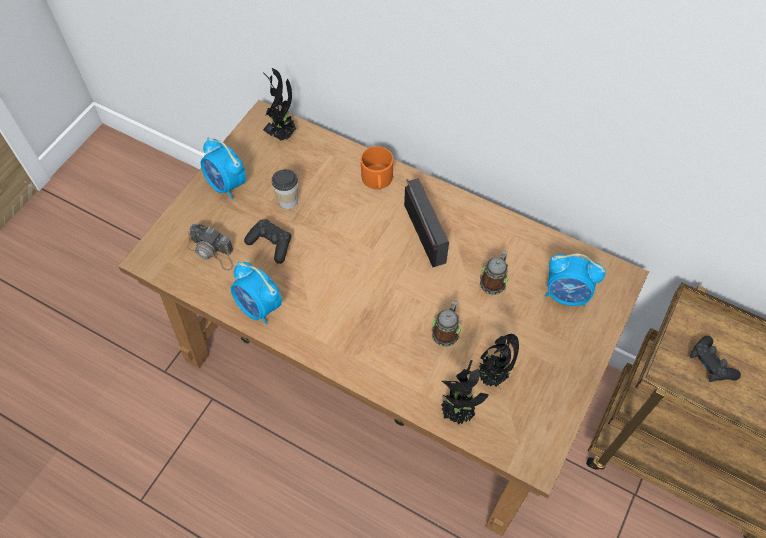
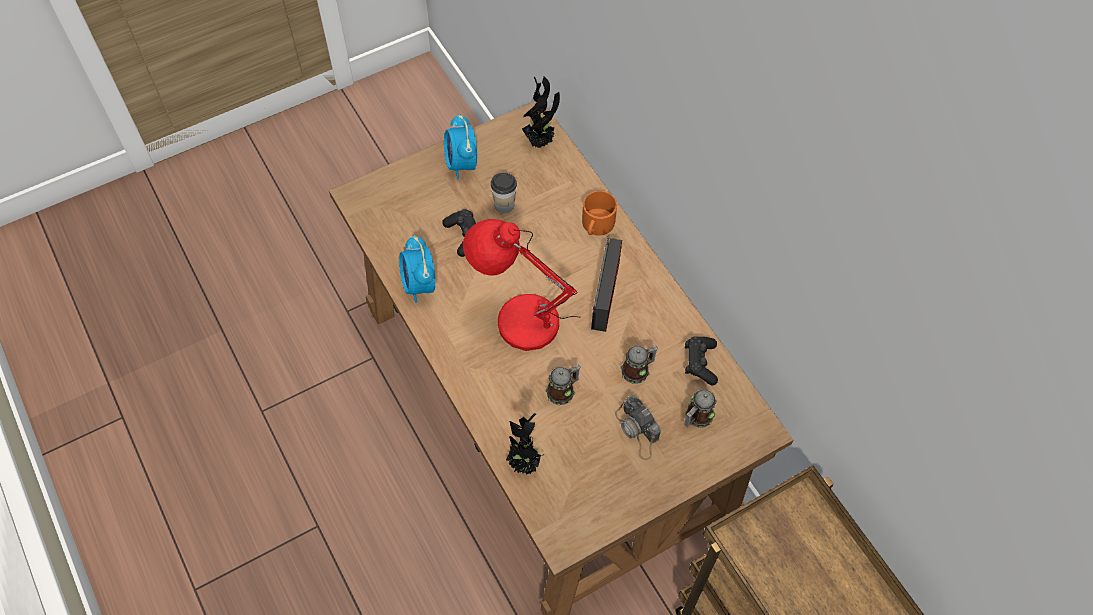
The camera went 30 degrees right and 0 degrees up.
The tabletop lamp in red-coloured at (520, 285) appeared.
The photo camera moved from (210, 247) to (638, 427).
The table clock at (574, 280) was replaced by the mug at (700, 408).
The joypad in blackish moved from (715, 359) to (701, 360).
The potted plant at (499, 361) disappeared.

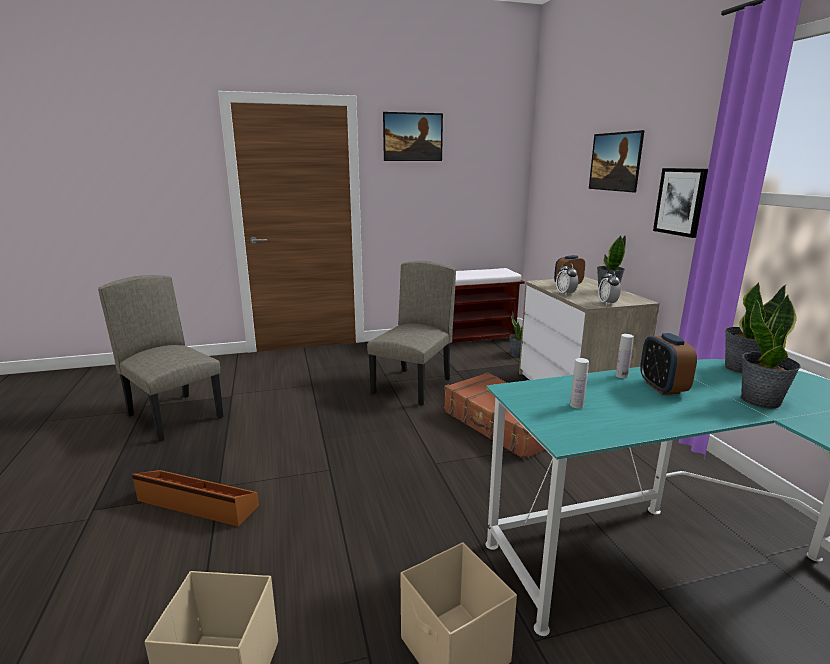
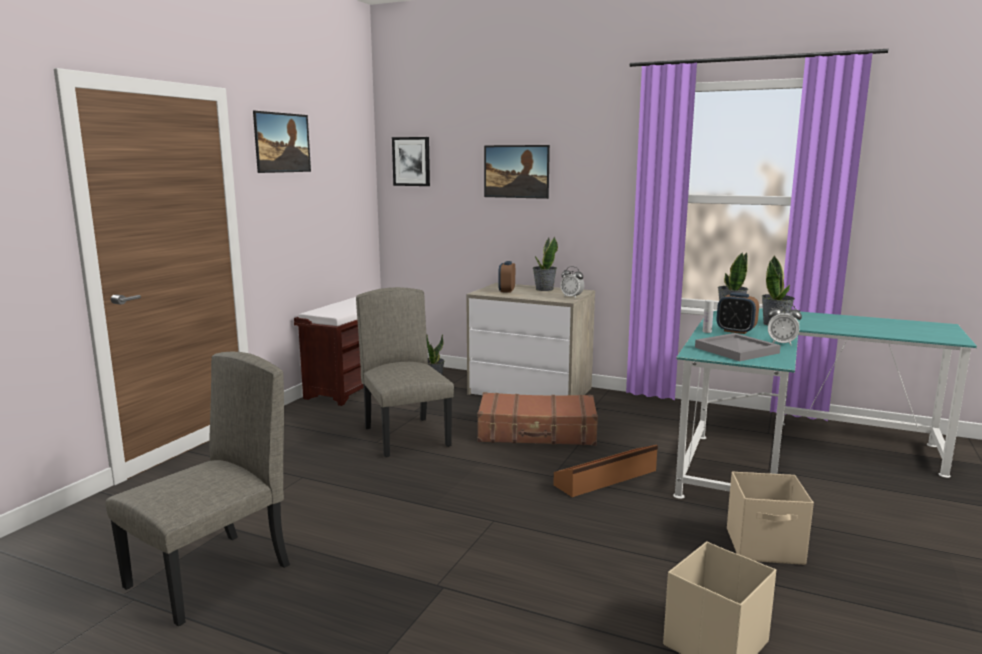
The camera went 50 degrees left and 5 degrees down.
The plain chair in beige-coloured at (161, 358) turned 135 degrees clockwise.
The picture moved from (680, 203) to (411, 161).
The storage box in brownish moved from (195, 498) to (605, 471).
The bottle in white at (579, 383) was replaced by the carrying tray in greyish at (738, 347).
The table clock moved from (567, 279) to (785, 324).

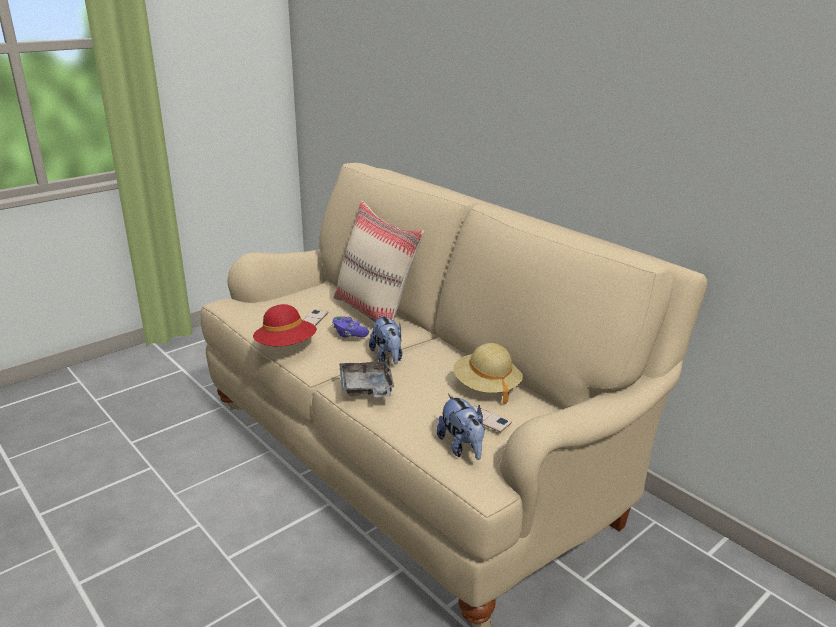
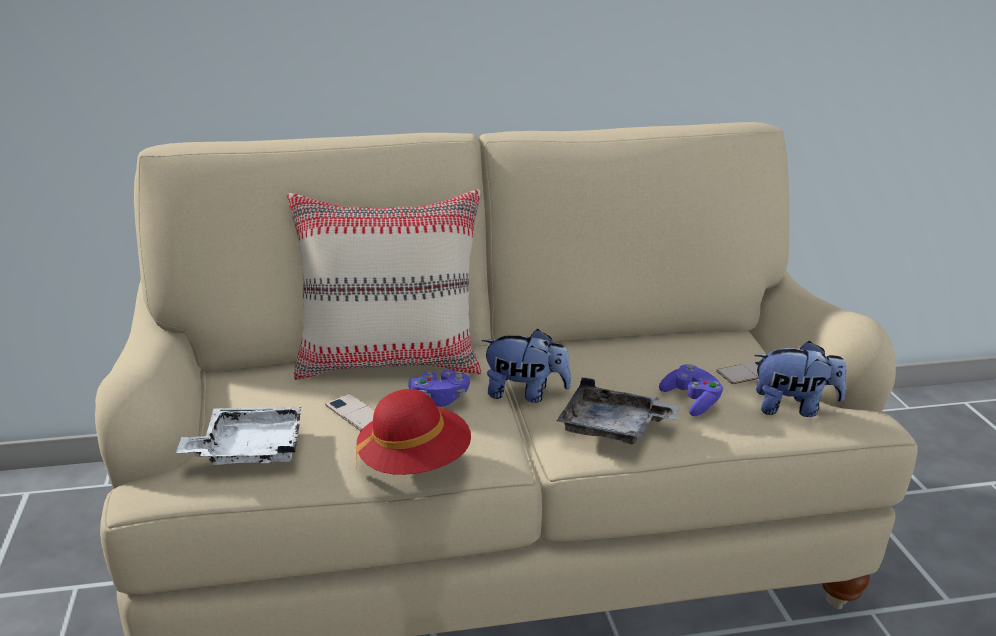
The camera went 60 degrees left and 0 degrees up.
The carrying tray in white at (238, 436) appeared.
The joypad in purple at (691, 390) appeared.
The clothing hat in beige-coloured at (488, 373) disappeared.

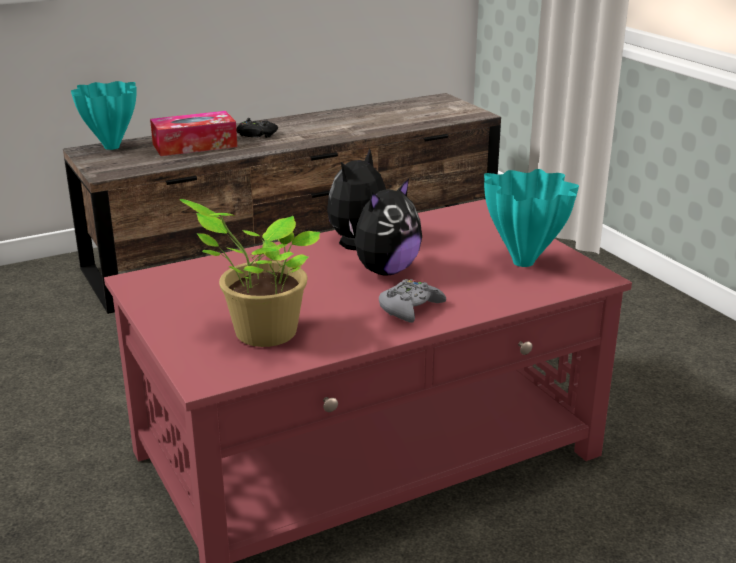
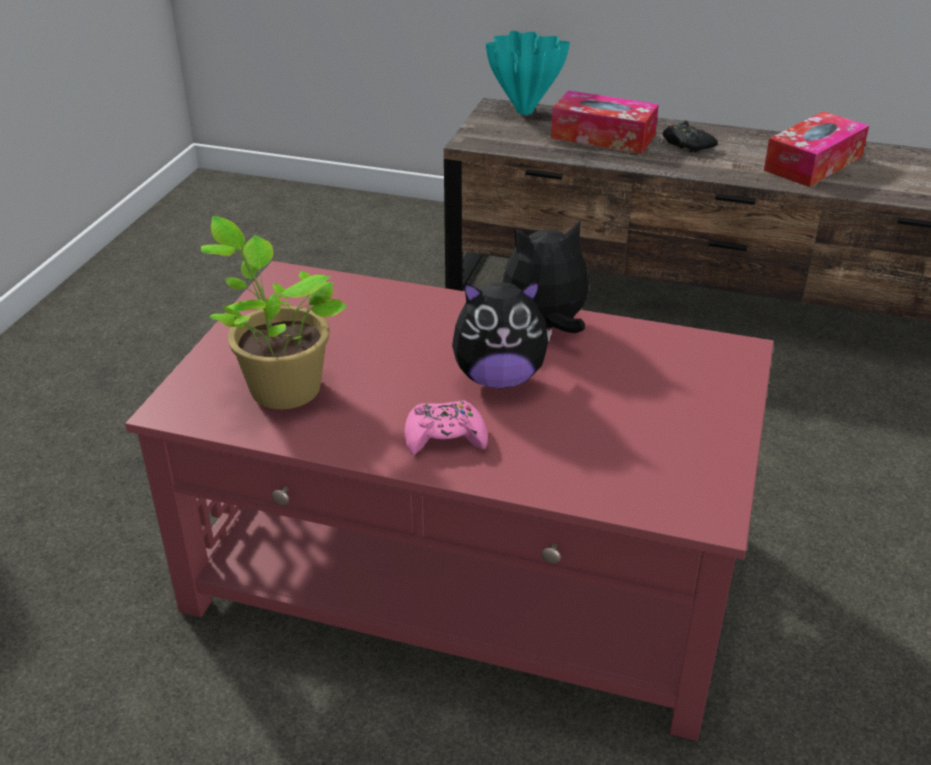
The camera went 45 degrees right and 10 degrees up.
The joypad in greyish at (412, 301) became the joypad in pink at (446, 427).
The box of tissues at (816, 149) appeared.
The vase in blue-green at (531, 218) disappeared.

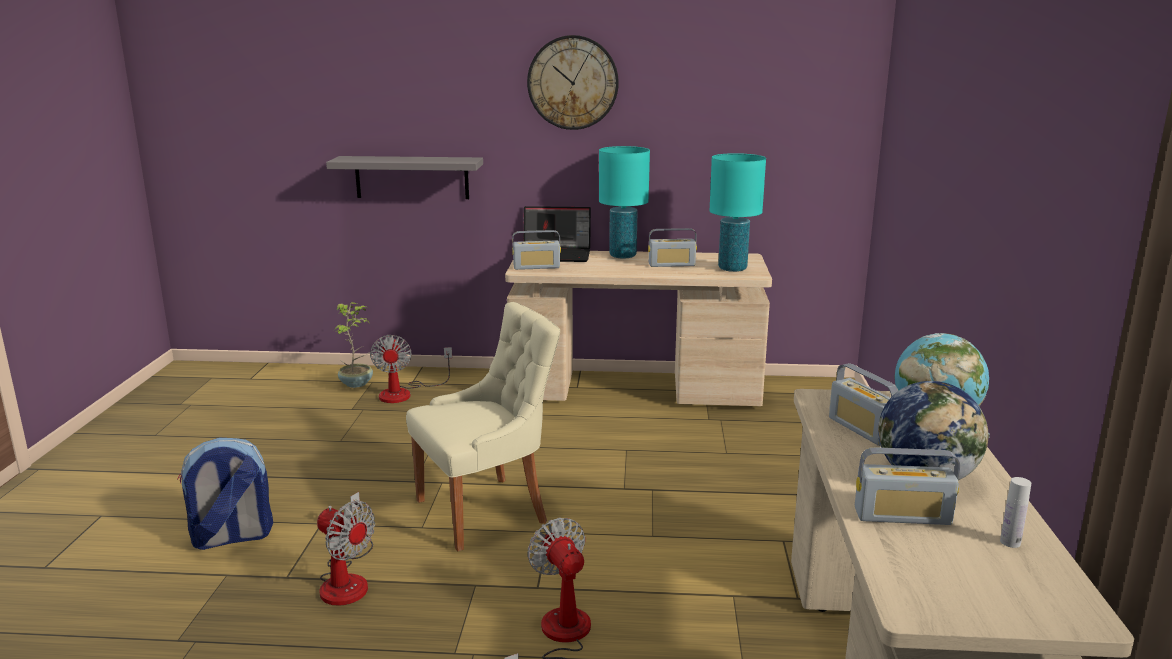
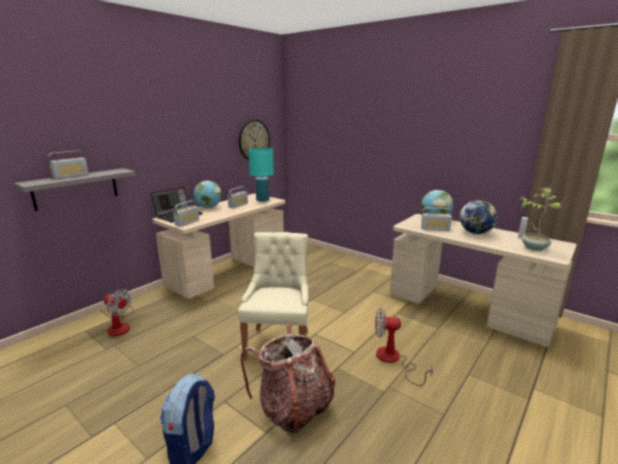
The camera went 55 degrees left and 0 degrees up.
The radio moved from (907, 486) to (68, 164).
The tabletop lamp in blue-green at (624, 202) was replaced by the desk globe at (208, 194).
The wall clock moved from (573, 82) to (254, 140).
The electric fan at (346, 549) was replaced by the rucksack at (287, 377).
The potted plant moved from (353, 345) to (541, 218).

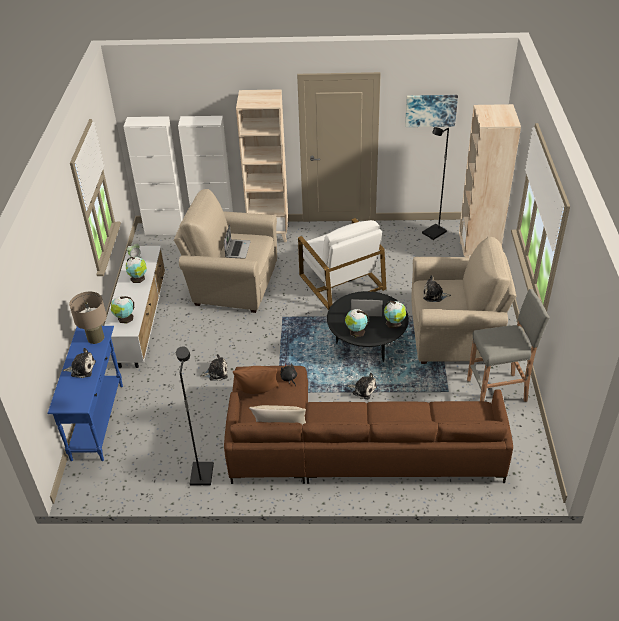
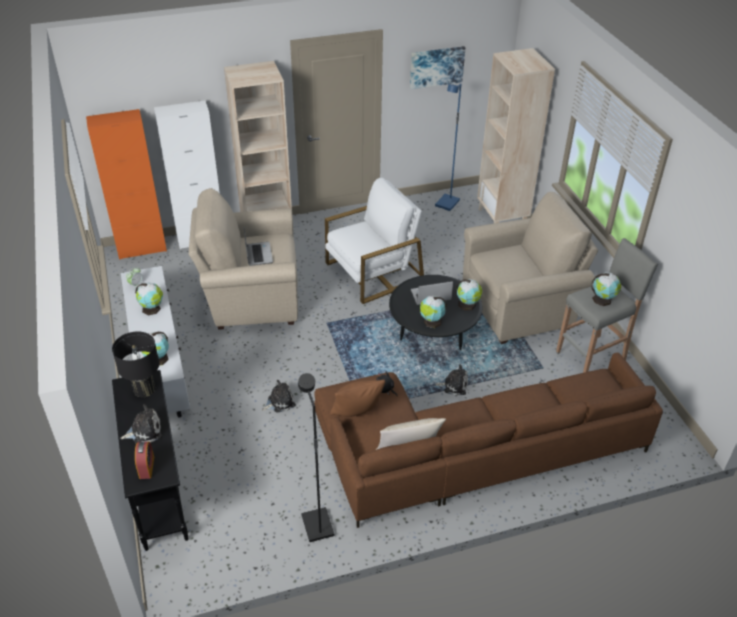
The camera went 20 degrees left and 0 degrees up.
The cupboard in white at (153, 176) became the cupboard in orangey at (126, 184).
The tabletop lamp in beige-coloured at (88, 318) became the tabletop lamp in blackish at (136, 364).
The narrow table in bluish at (85, 393) became the narrow table in blackish at (150, 460).
The table clock at (144, 460) appeared.
The armchair in white at (342, 264) turned 75 degrees counterclockwise.
The standing lamp in blackish at (435, 183) became the standing lamp in bluish at (448, 147).
The desk globe at (606, 289) appeared.
The soft toy at (437, 288) disappeared.

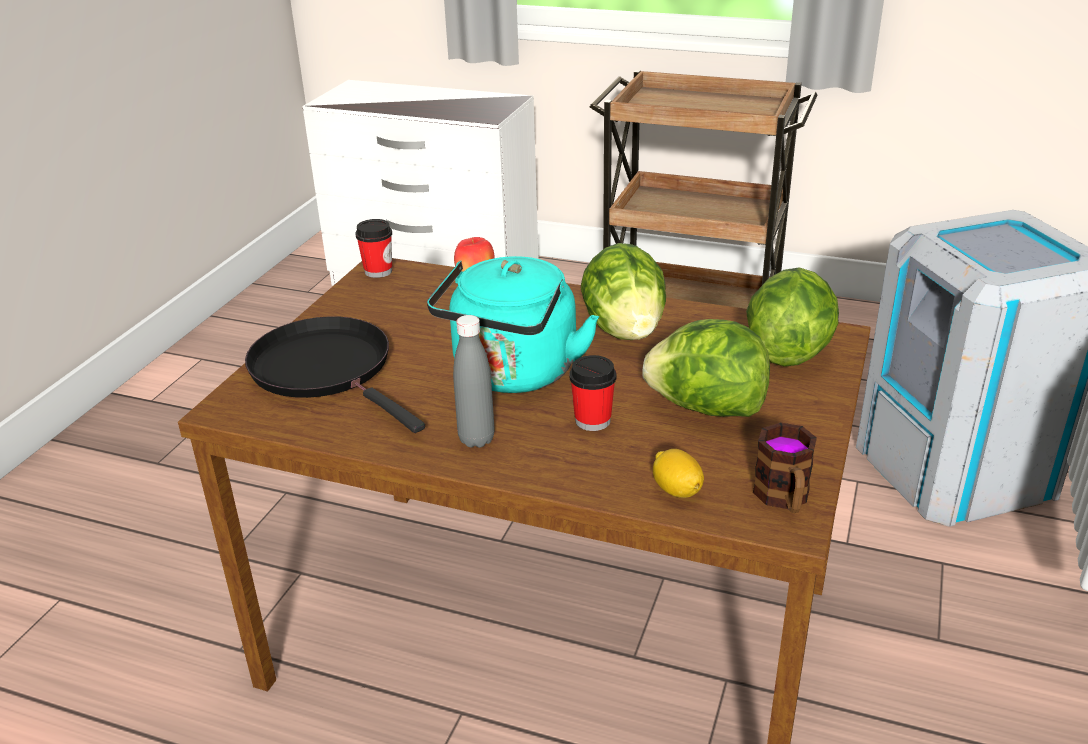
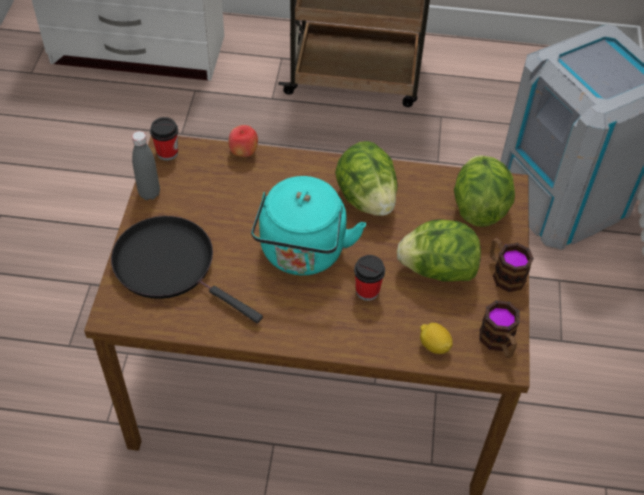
The camera went 15 degrees left and 20 degrees up.
The bottle in greyish moved from (474, 381) to (146, 165).
The mug at (512, 265) appeared.

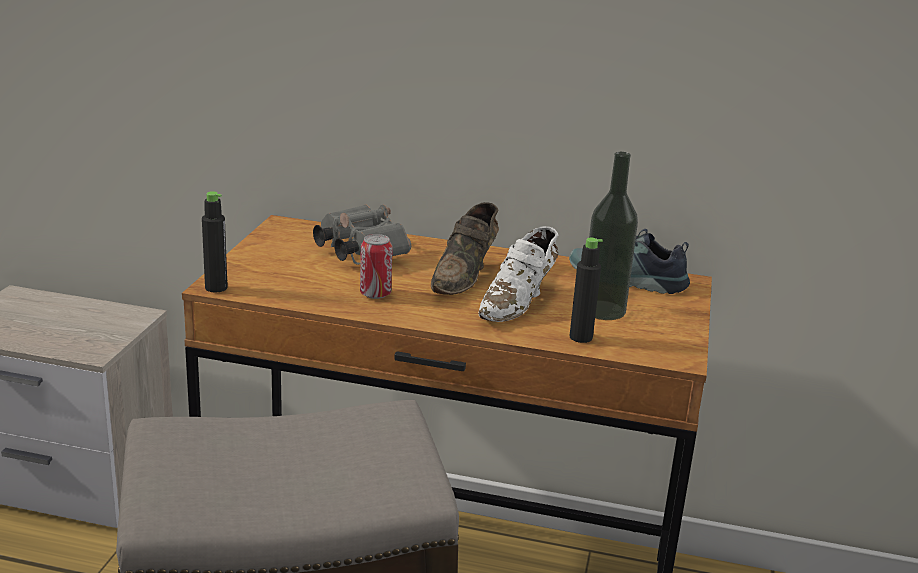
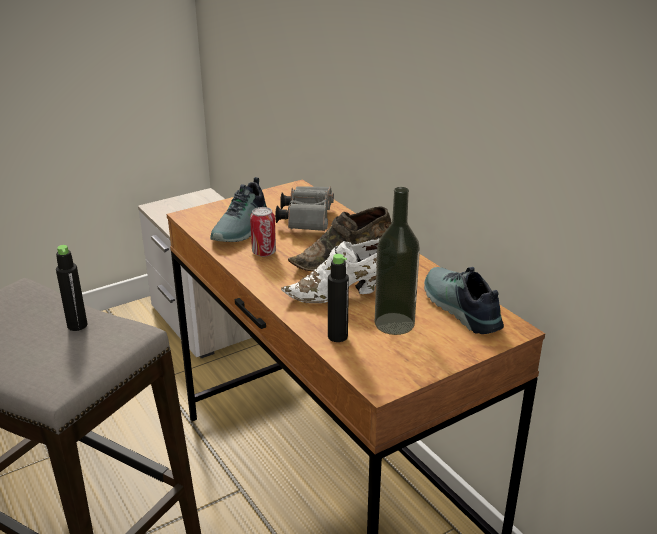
The camera went 45 degrees right and 5 degrees up.
The bottle in blackish moved from (215, 241) to (71, 288).
The item of footwear at (238, 209) appeared.

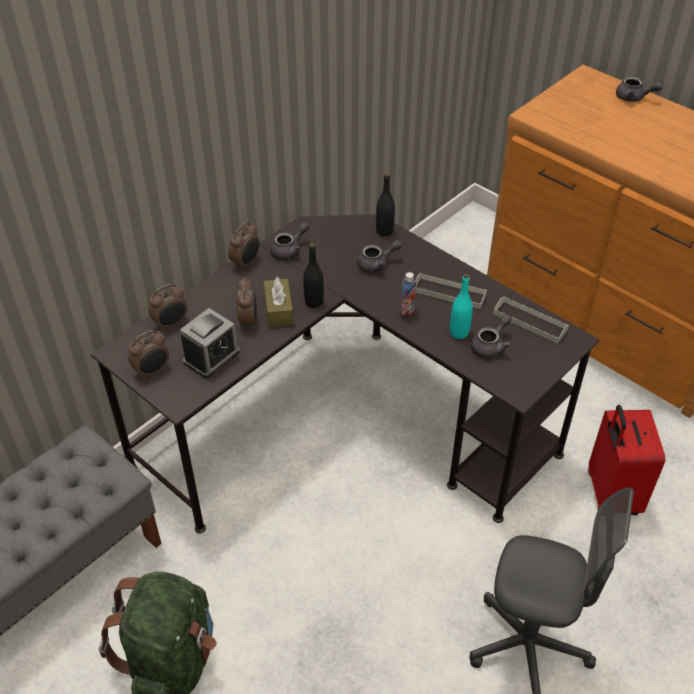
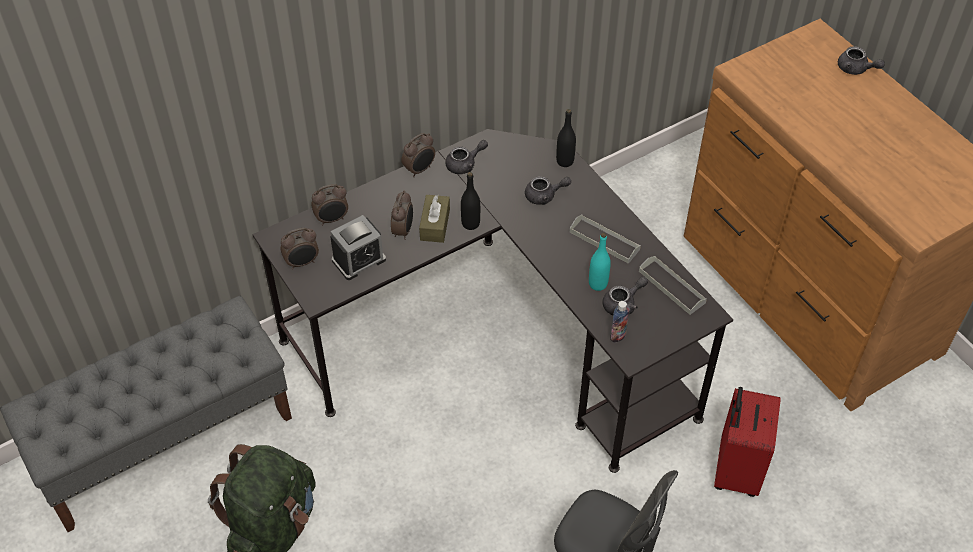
The camera went 15 degrees right and 5 degrees up.
The bottle moved from (408, 295) to (620, 322).

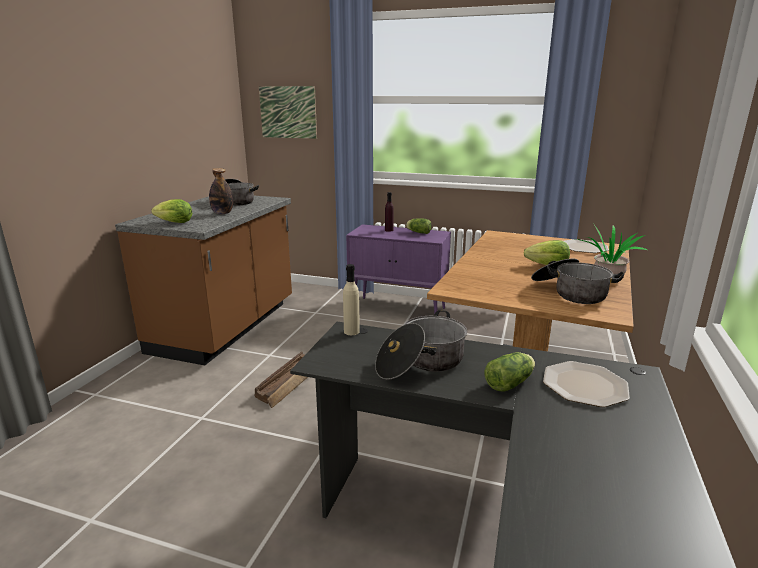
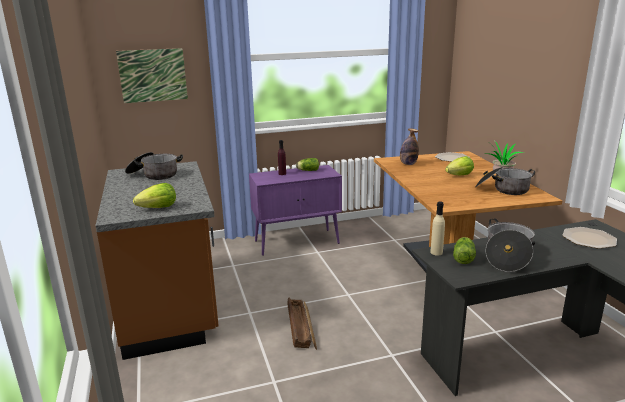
The camera went 35 degrees left and 0 degrees up.
The bottle moved from (221, 191) to (409, 146).
The lettuce head moved from (509, 372) to (464, 250).

